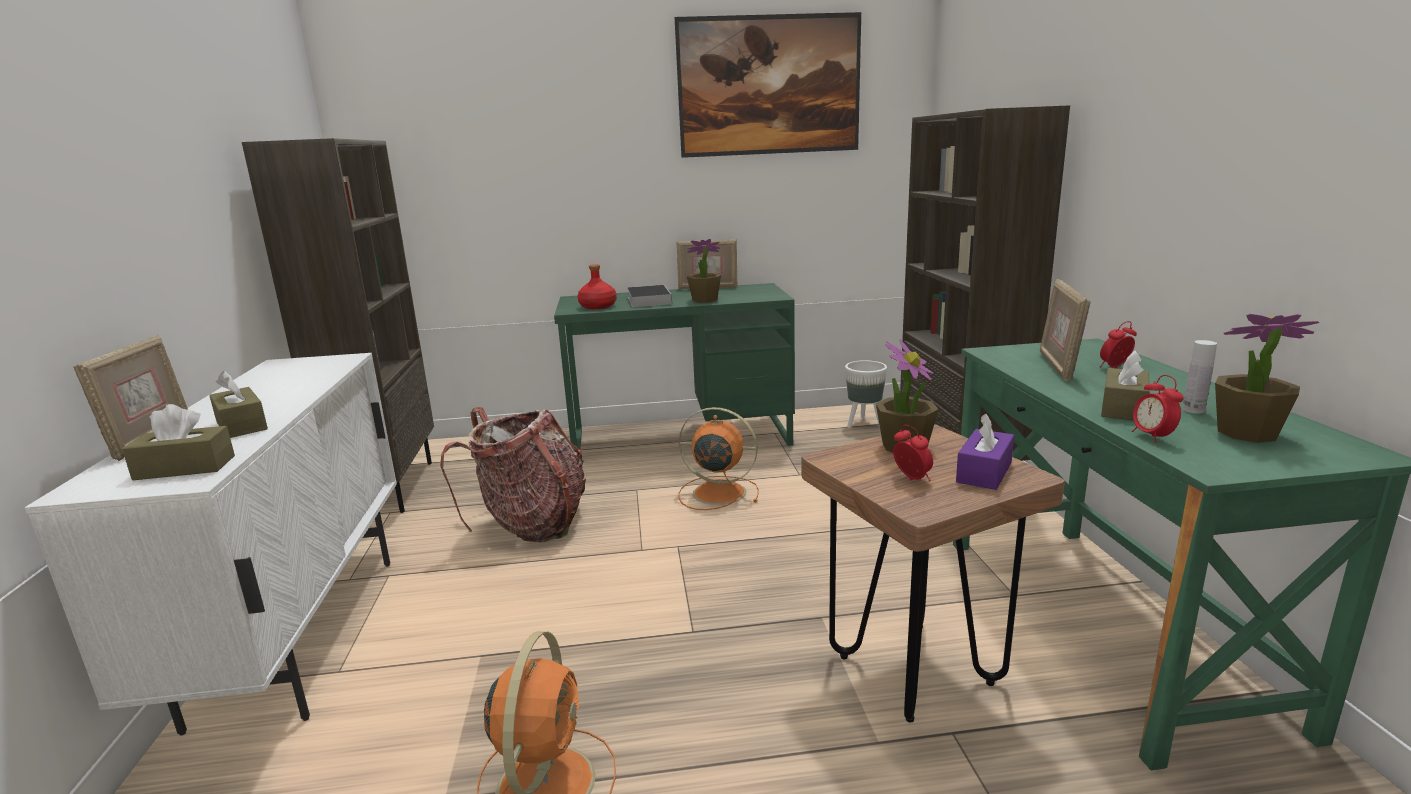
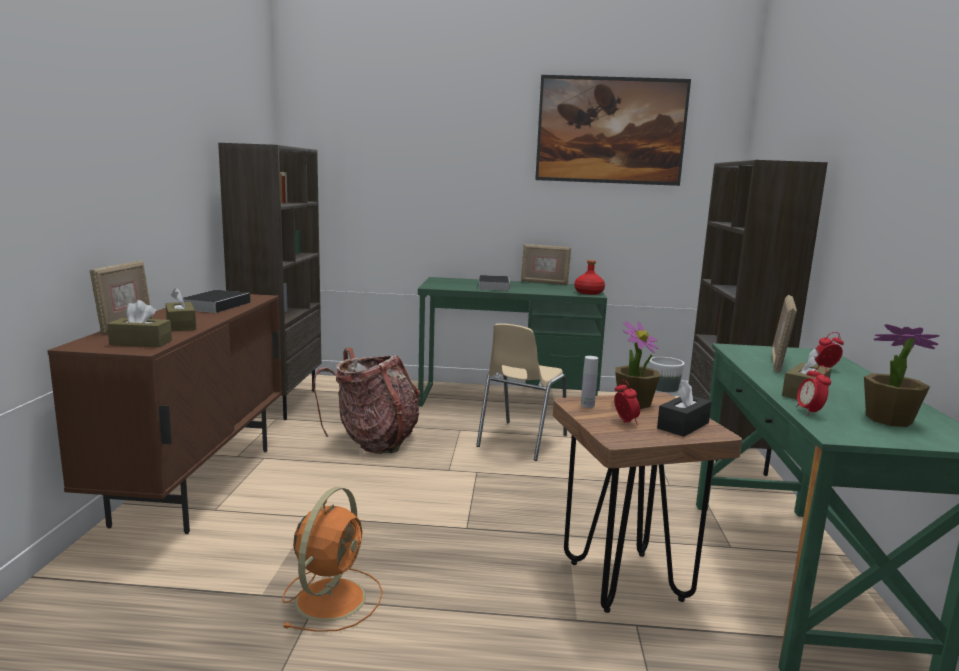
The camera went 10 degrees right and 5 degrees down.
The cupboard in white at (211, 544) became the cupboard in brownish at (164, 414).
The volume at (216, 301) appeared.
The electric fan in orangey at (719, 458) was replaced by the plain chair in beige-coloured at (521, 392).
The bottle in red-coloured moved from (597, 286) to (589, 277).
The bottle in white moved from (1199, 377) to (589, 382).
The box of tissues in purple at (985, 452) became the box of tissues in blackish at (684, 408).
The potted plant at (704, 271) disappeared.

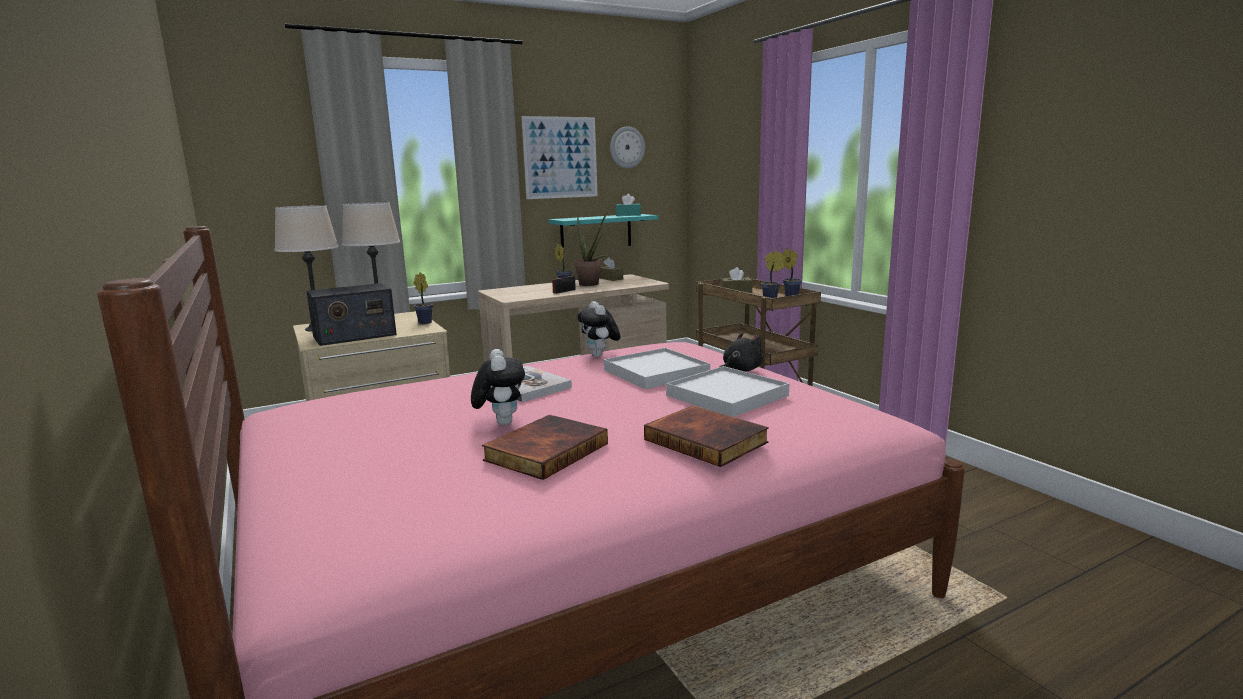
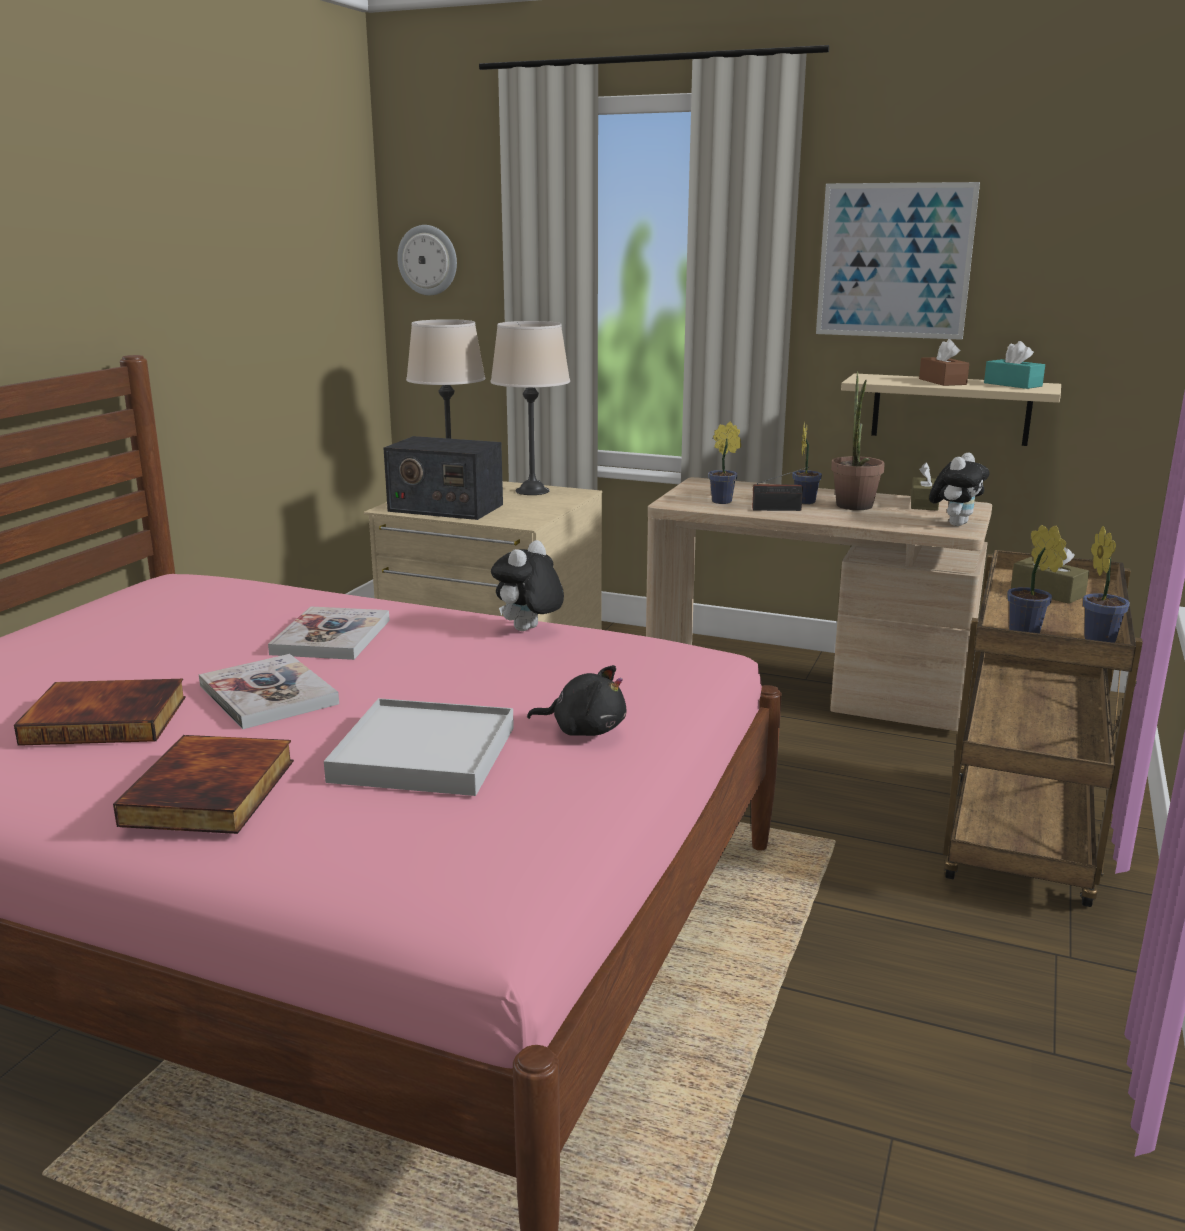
The camera went 50 degrees right and 5 degrees up.
The volume at (269, 691) appeared.
The wall clock moved from (627, 147) to (427, 260).
The potted plant moved from (423, 298) to (724, 462).
The wall shelf in blue-green at (603, 230) became the wall shelf in beige-coloured at (951, 409).
The box of tissues in brownish at (944, 362) appeared.
The soft toy moved from (498, 387) to (959, 489).
The carrying tray in white at (657, 368) disappeared.

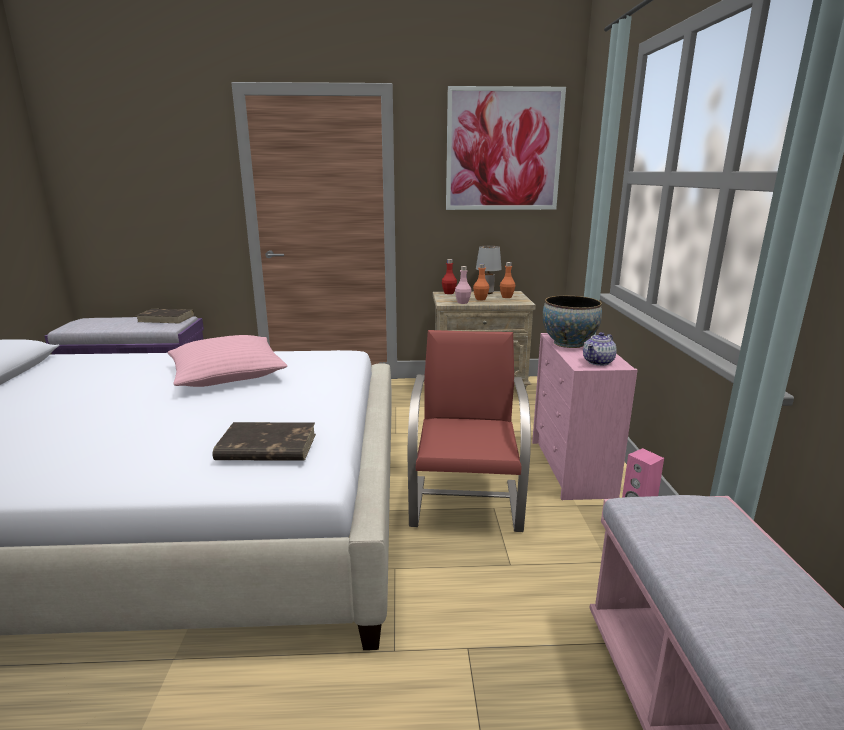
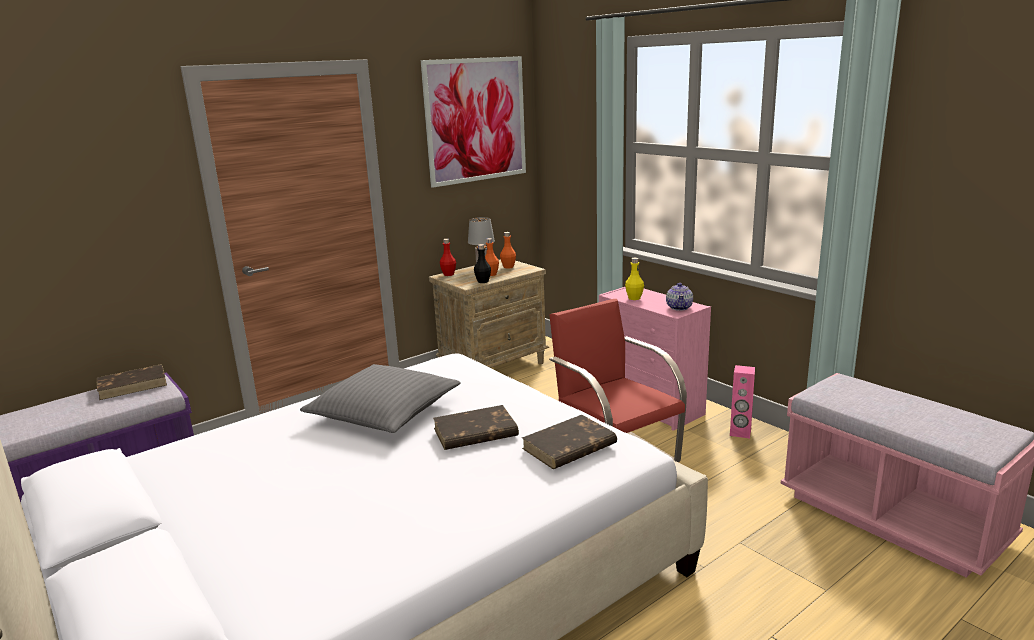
The camera went 35 degrees left and 0 degrees up.
The cushion in pink at (227, 361) became the cushion in greyish at (380, 398).
The volume in brownish at (476, 427) appeared.
The bottle in pink at (463, 285) became the bottle in blackish at (482, 263).
The serving bowl at (572, 322) was replaced by the bottle in yellowish at (634, 279).

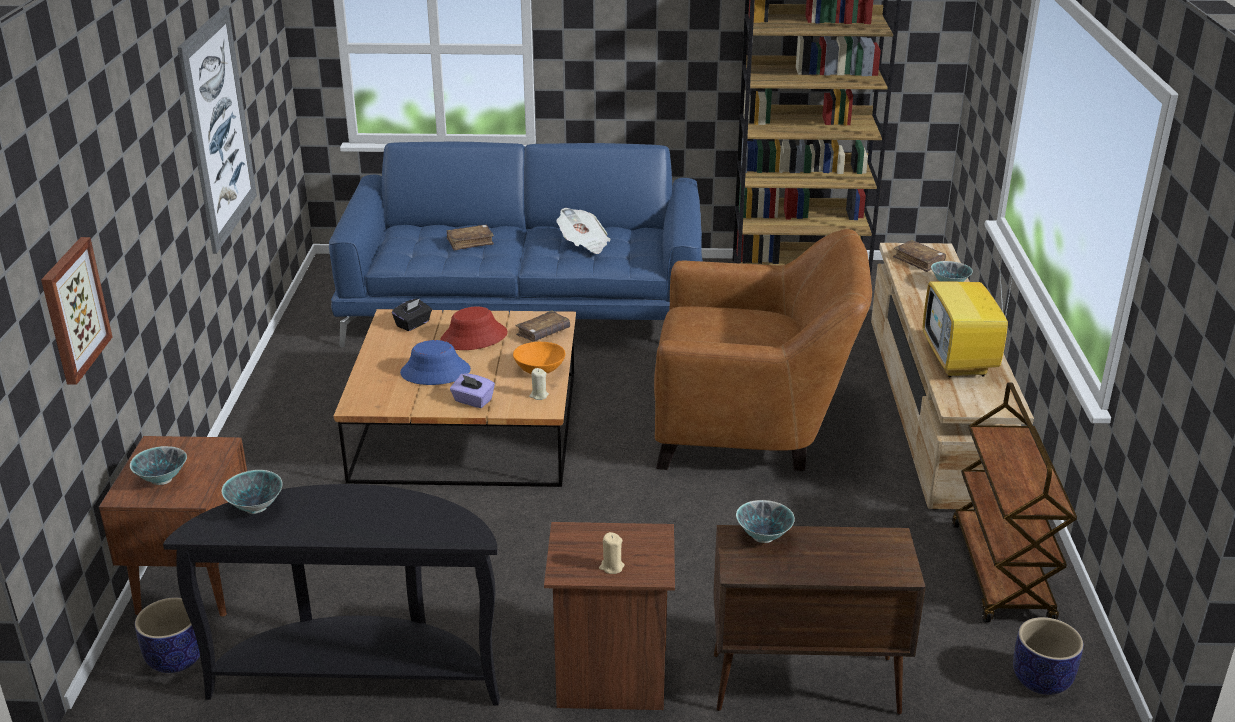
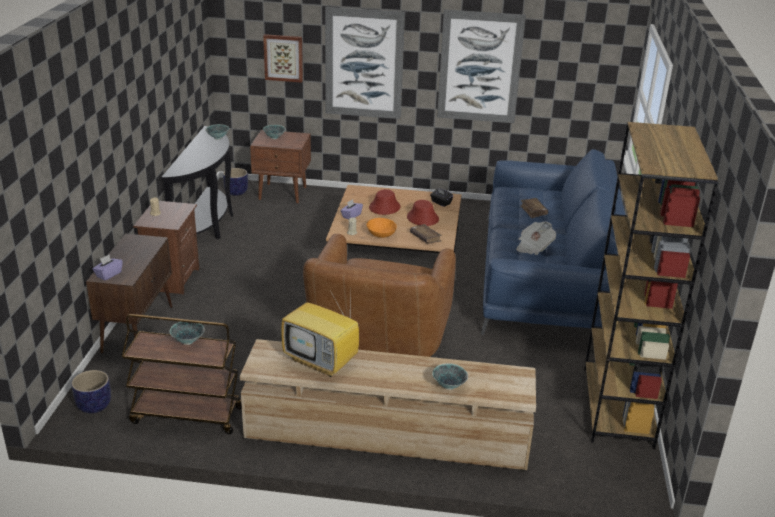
The camera went 95 degrees right and 0 degrees up.
The box of tissues in purple at (108, 267) appeared.
The serving bowl moved from (765, 521) to (187, 333).
The TV set at (968, 319) turned 150 degrees counterclockwise.
The picture at (365, 63) appeared.
The clothing hat in bluish at (435, 362) became the clothing hat in red-coloured at (385, 202).
The volume in brownish at (919, 256) disappeared.

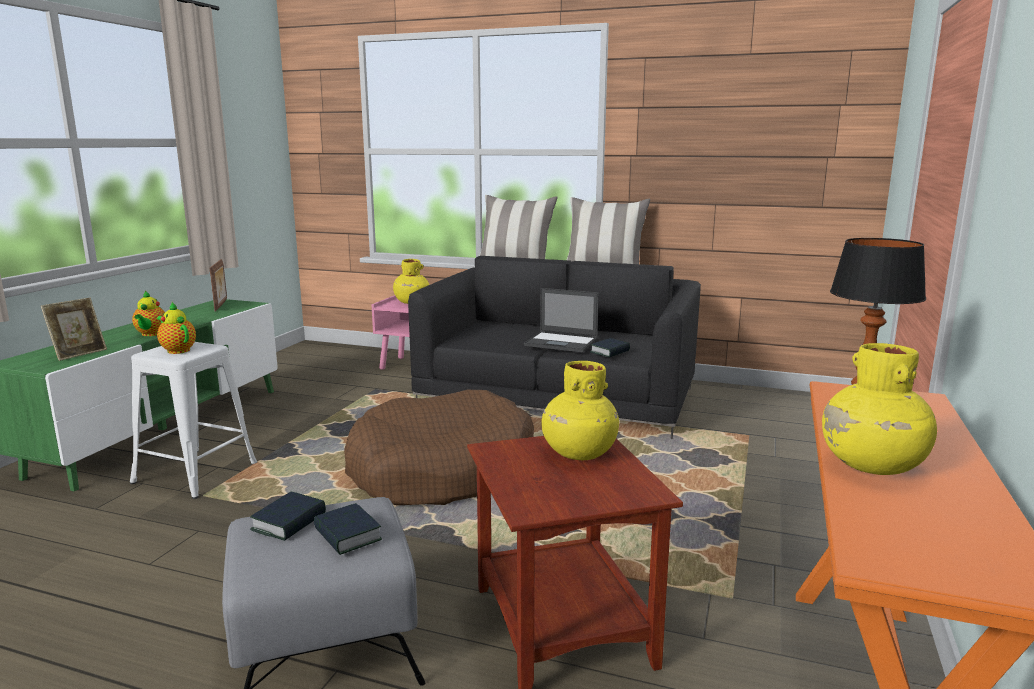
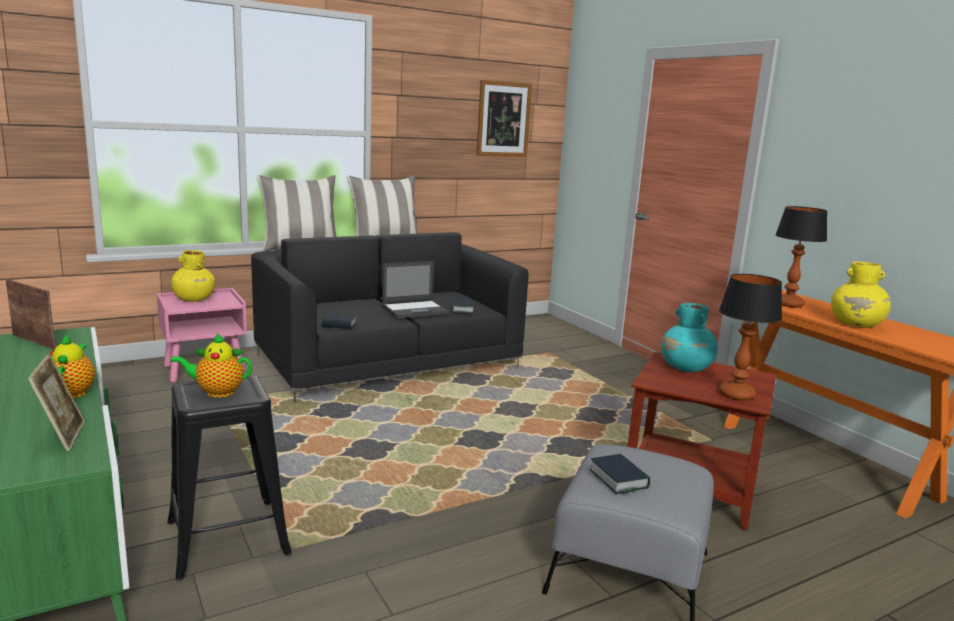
The camera went 50 degrees left and 0 degrees up.
The teapot at (148, 313) turned 135 degrees counterclockwise.
The stool in white at (193, 420) became the stool in blackish at (229, 478).
The volume moved from (348, 529) to (339, 321).
The picture at (504, 118) appeared.
The vase in yellowish at (580, 410) became the vase in blue-green at (689, 337).
The tabletop lamp at (750, 337) appeared.
The pet bed in brownish at (439, 447) disappeared.

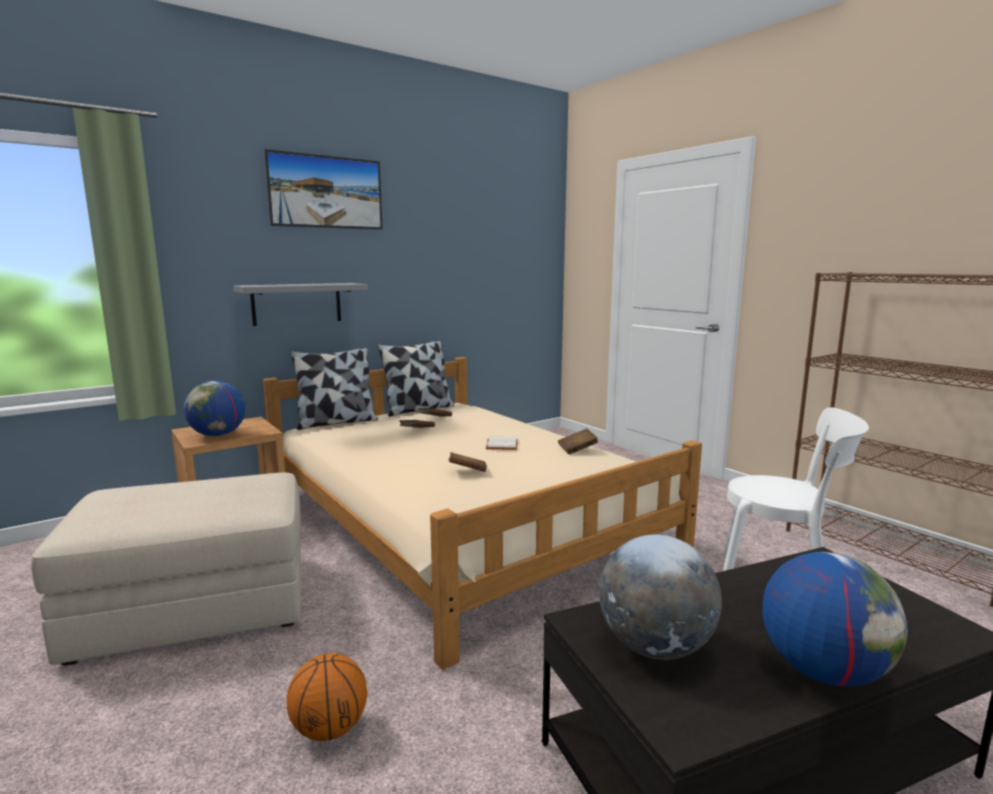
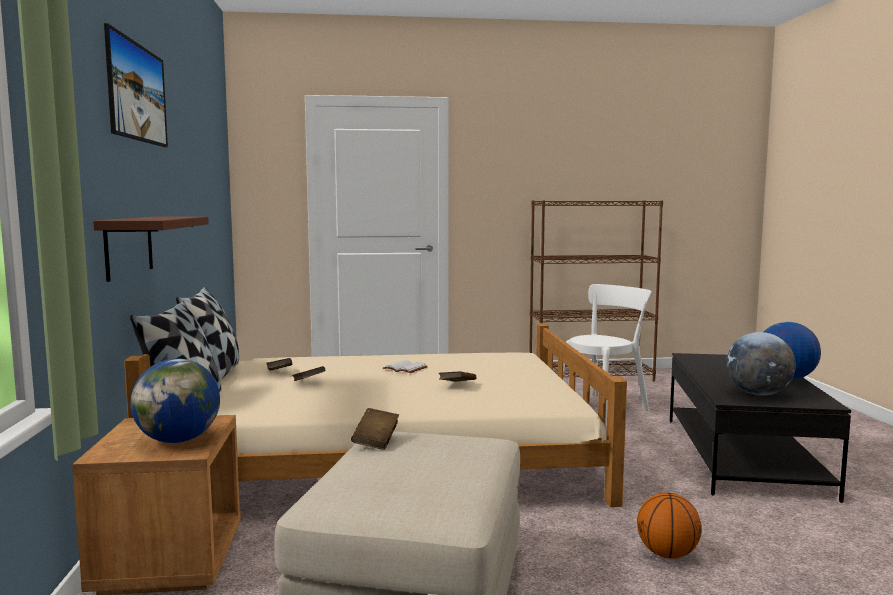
The camera went 60 degrees left and 5 degrees down.
The wall shelf in greyish at (300, 304) became the wall shelf in brownish at (151, 249).
The volume in brownish moved from (578, 441) to (375, 429).

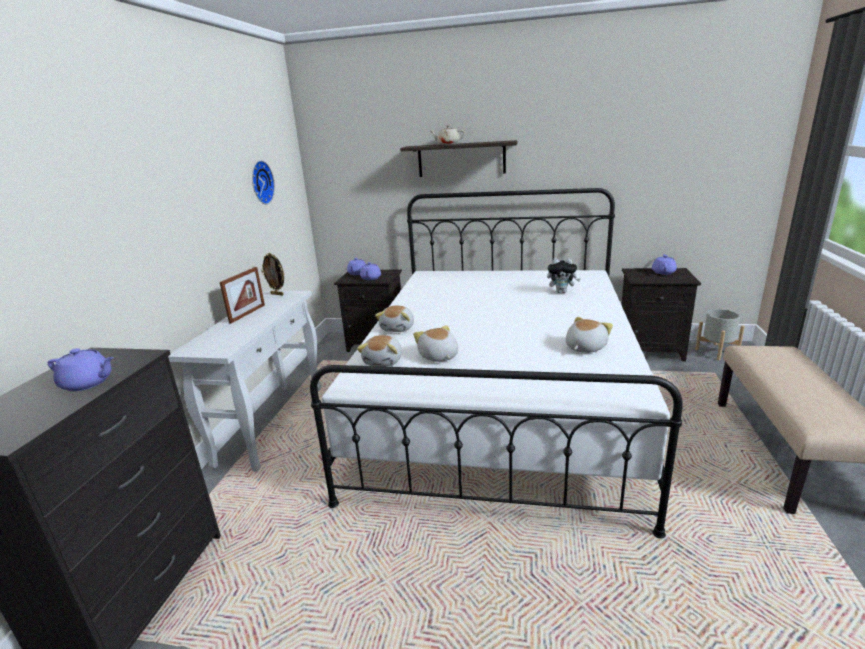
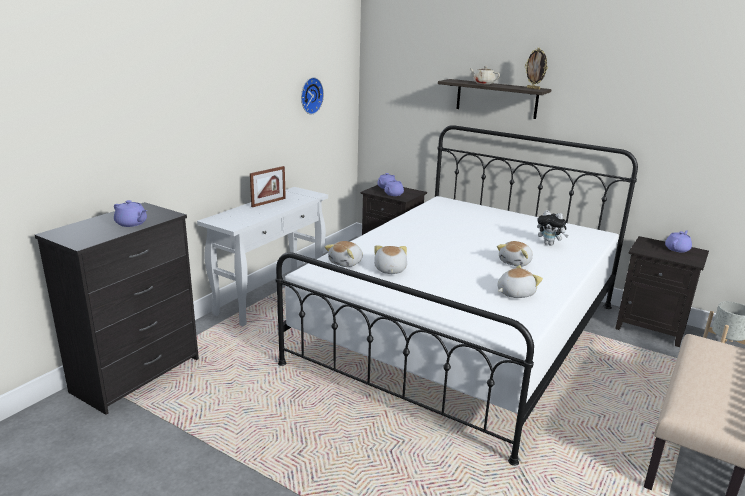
The camera went 20 degrees right and 0 degrees up.
The soft toy moved from (394, 319) to (515, 254).
The picture frame moved from (272, 274) to (536, 69).

